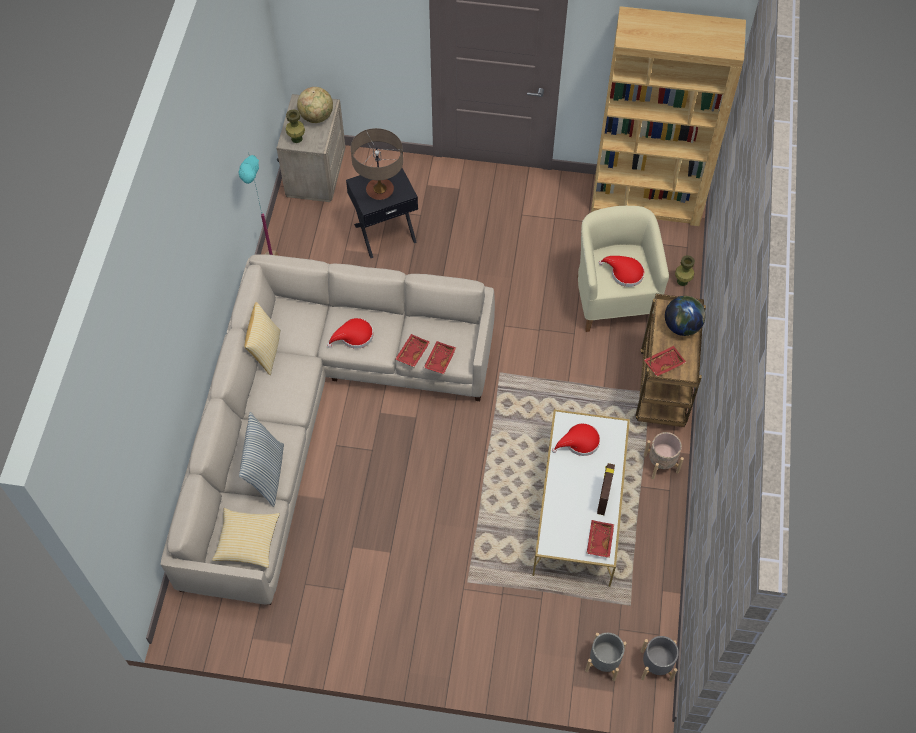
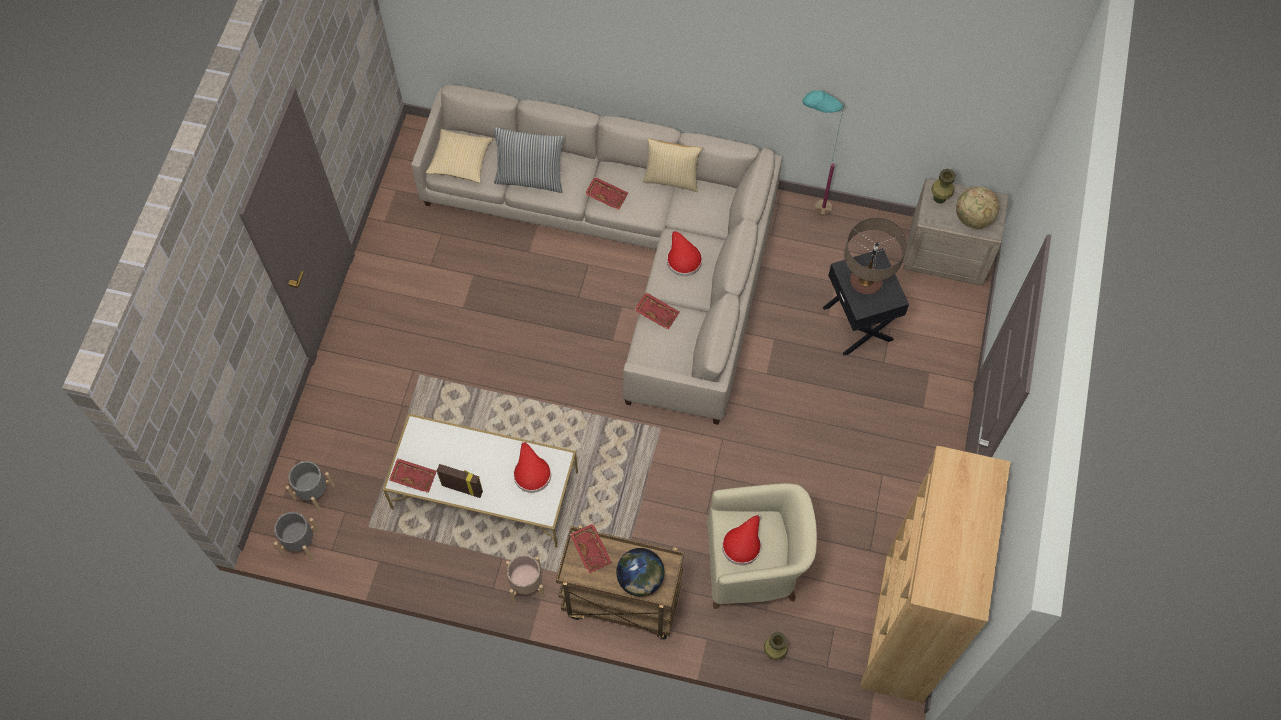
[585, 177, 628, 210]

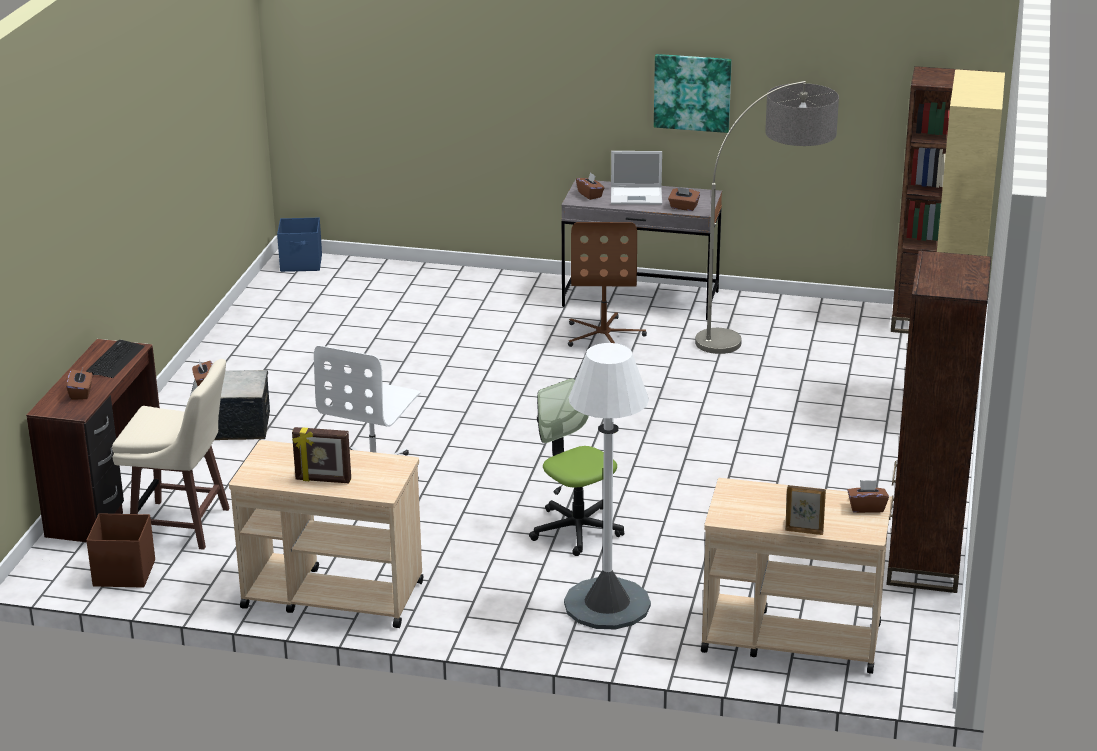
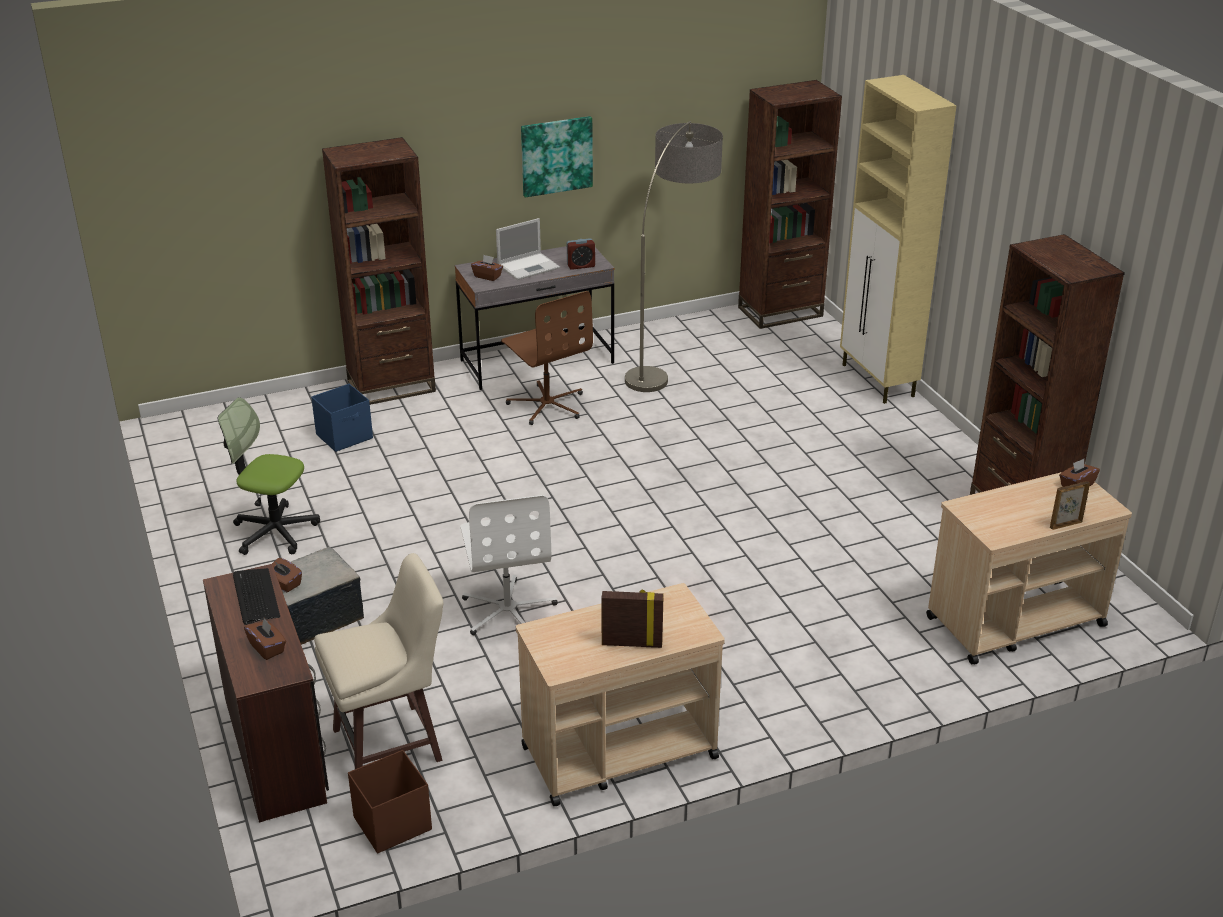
[567, 238, 595, 270]
[311, 384, 373, 452]
[564, 343, 651, 629] (first image)
[218, 397, 320, 555]
[601, 589, 664, 648]
[322, 137, 436, 405]

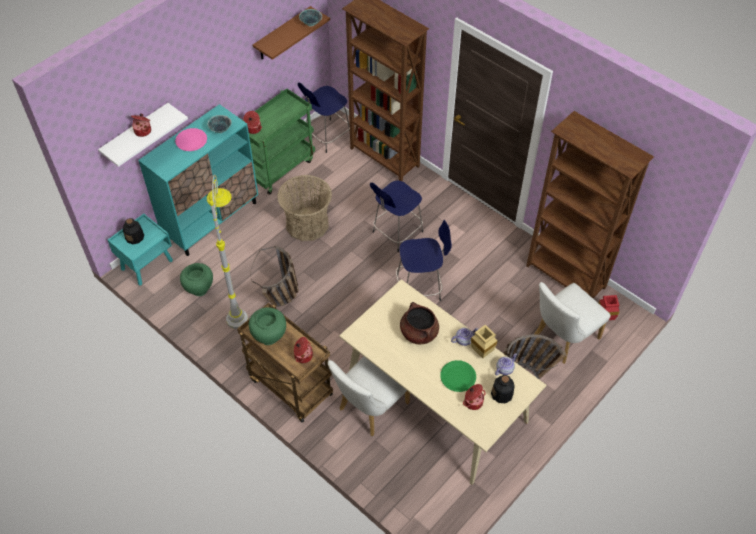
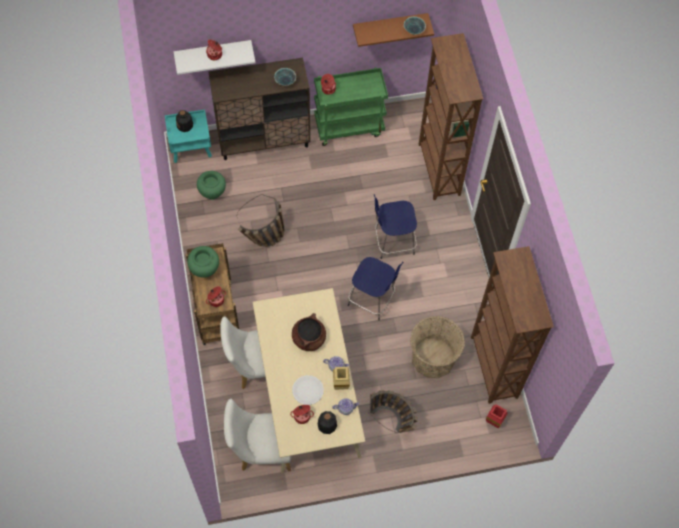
[298, 83, 350, 153] (first image)
[208, 58, 310, 160]
[175, 128, 207, 151] (first image)
[207, 175, 248, 329] (first image)
[410, 316, 465, 378]
[224, 399, 291, 471]
[292, 375, 324, 405]

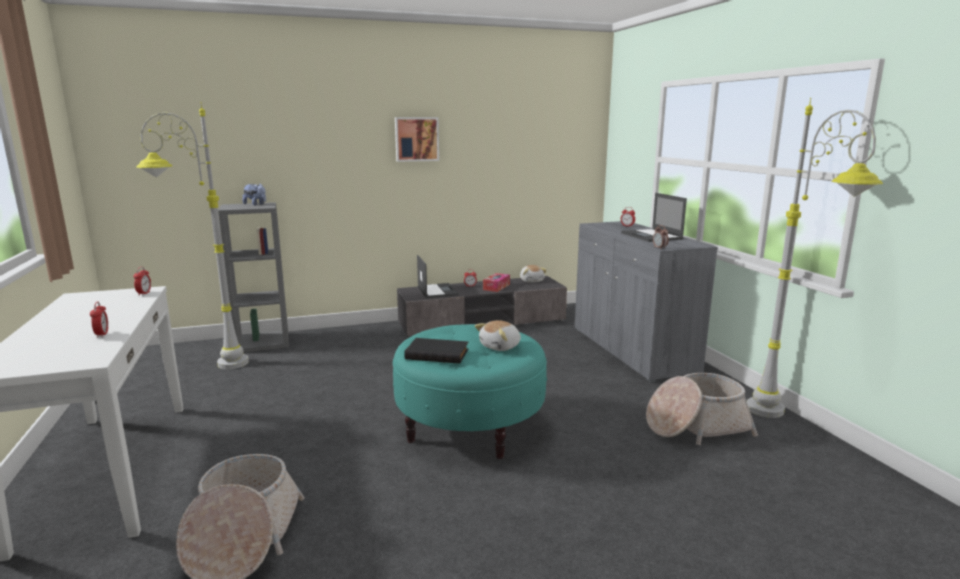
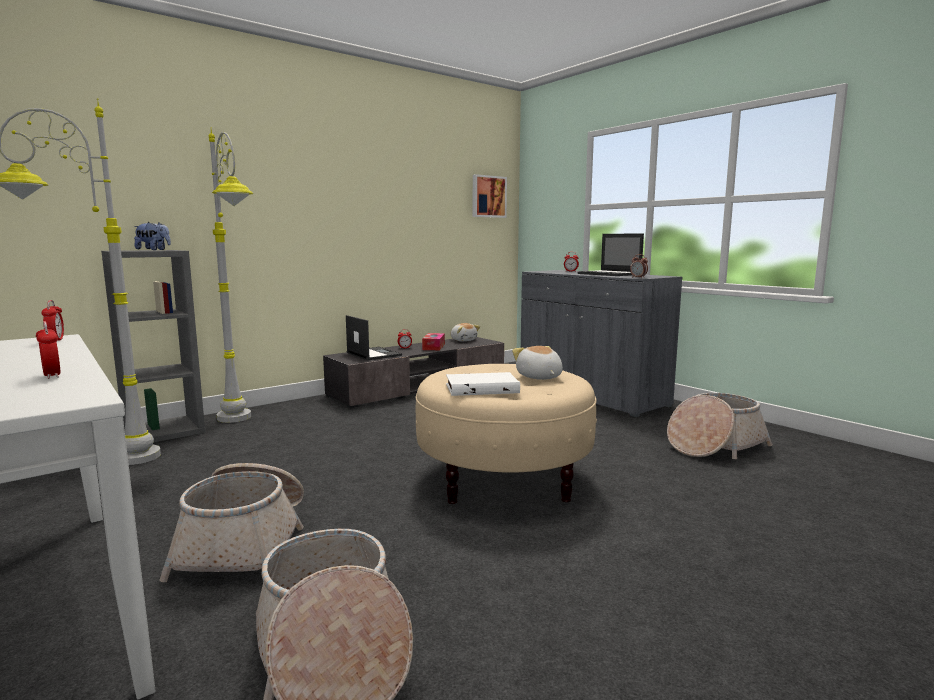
[209, 127, 254, 423]
[473, 174, 507, 218]
[512, 346, 563, 380]
[416, 364, 597, 504]
[446, 372, 520, 396]
[159, 463, 304, 582]

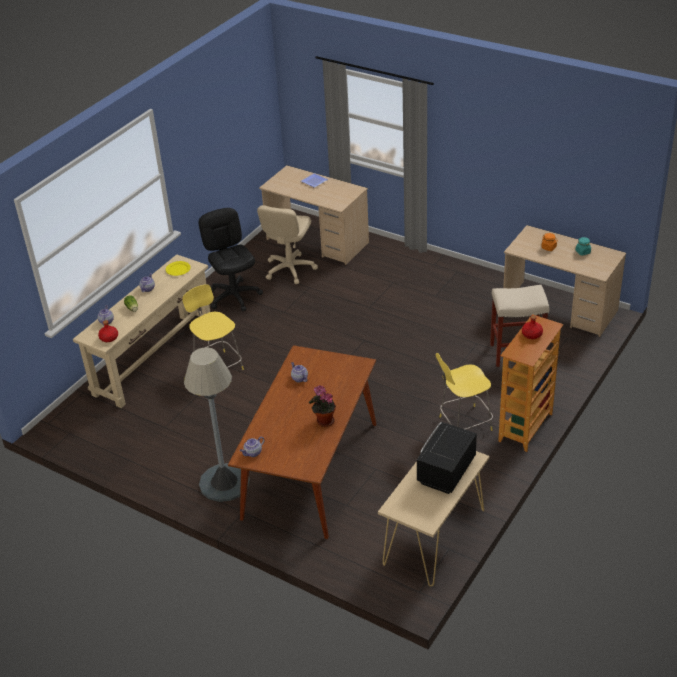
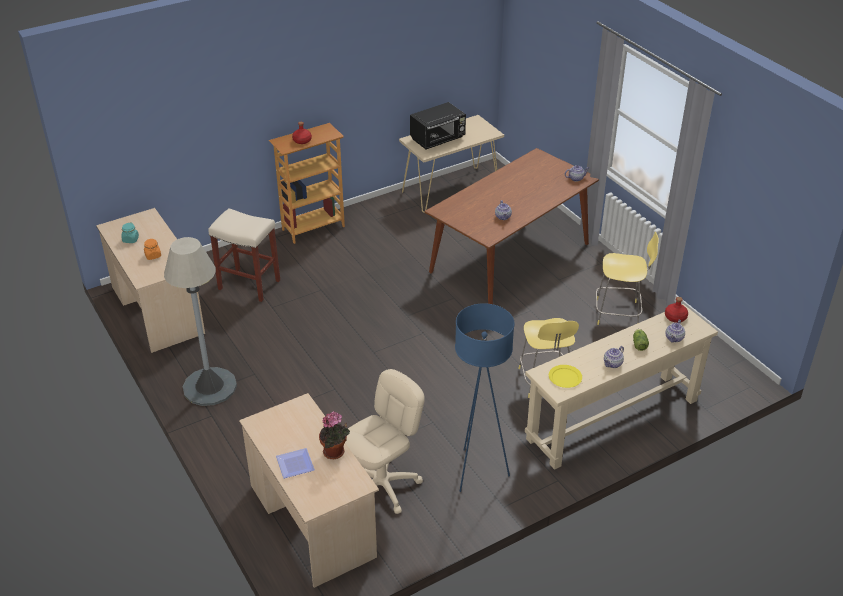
[455, 303, 515, 492]
[164, 237, 237, 406]
[596, 232, 659, 325]
[319, 411, 350, 459]

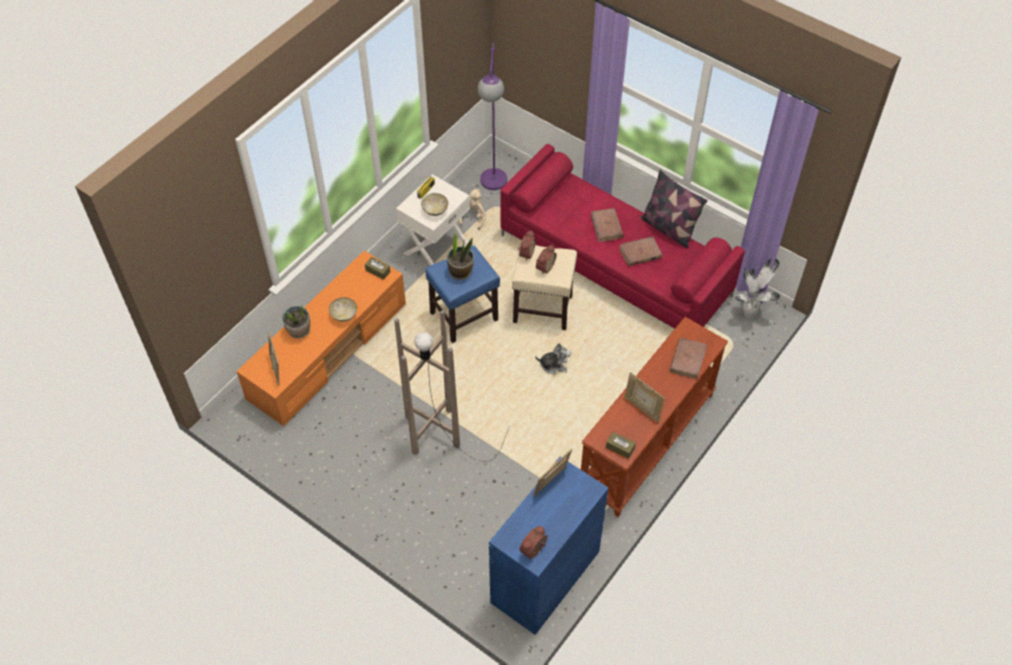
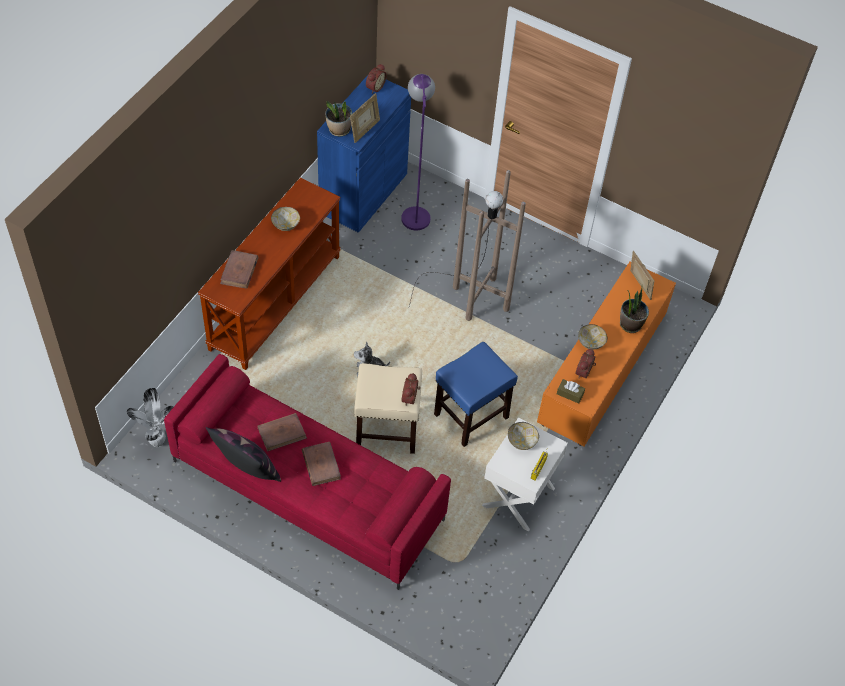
[401, 74, 435, 231]
[458, 189, 486, 230] (first image)
[325, 101, 352, 136]
[575, 348, 596, 378]
[271, 207, 300, 231]
[606, 432, 636, 459] (first image)

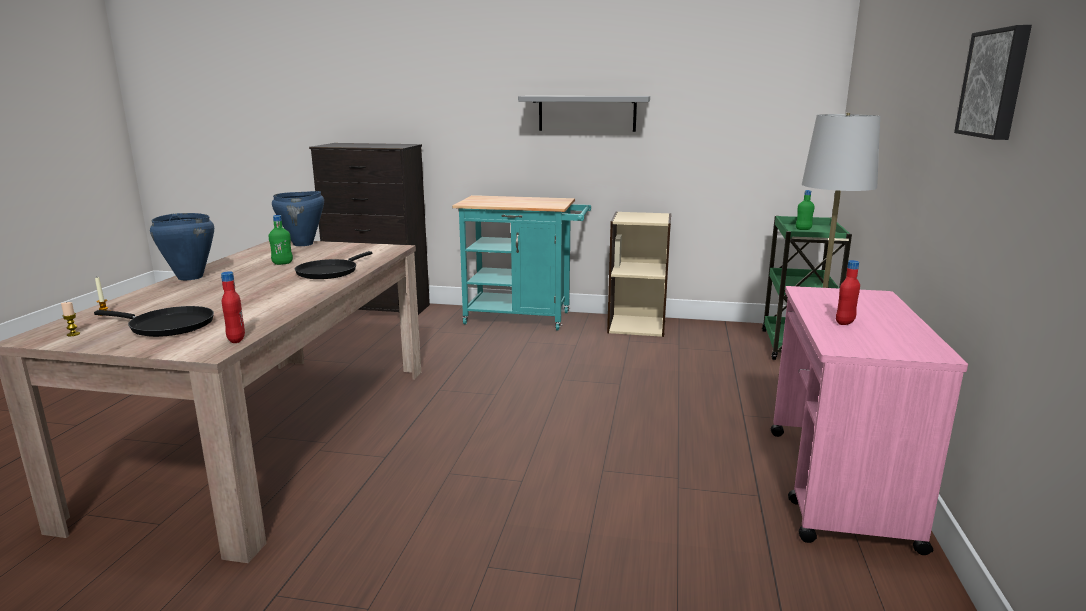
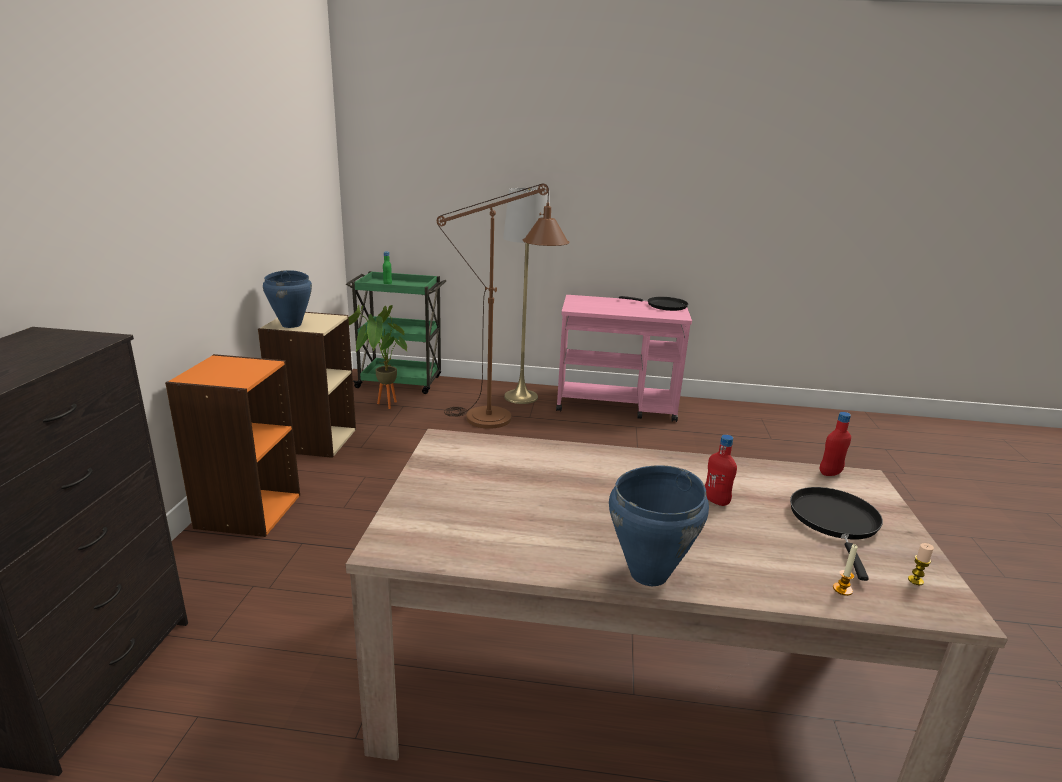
[954, 25, 1032, 140] (first image)
[518, 96, 650, 132] (first image)
[263, 270, 312, 328]
[165, 354, 300, 537]
[269, 215, 293, 265] (first image)
[619, 296, 688, 311]
[705, 435, 737, 506]
[437, 184, 569, 428]
[348, 305, 407, 409]

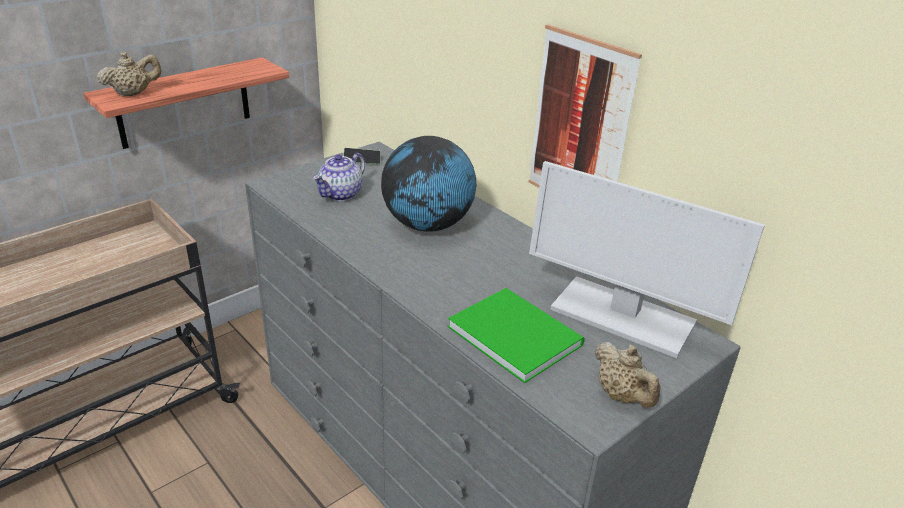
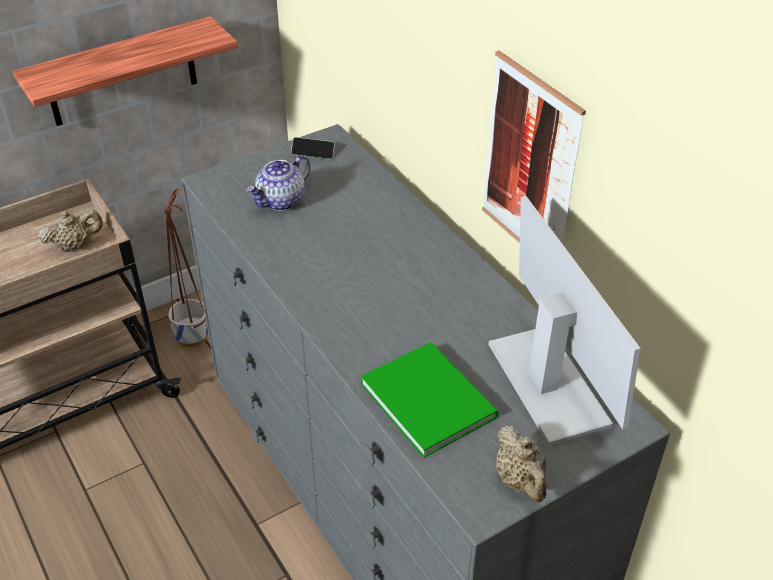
[38, 209, 103, 252]
[381, 136, 476, 232] (first image)
[489, 196, 641, 446]
[165, 188, 208, 347]

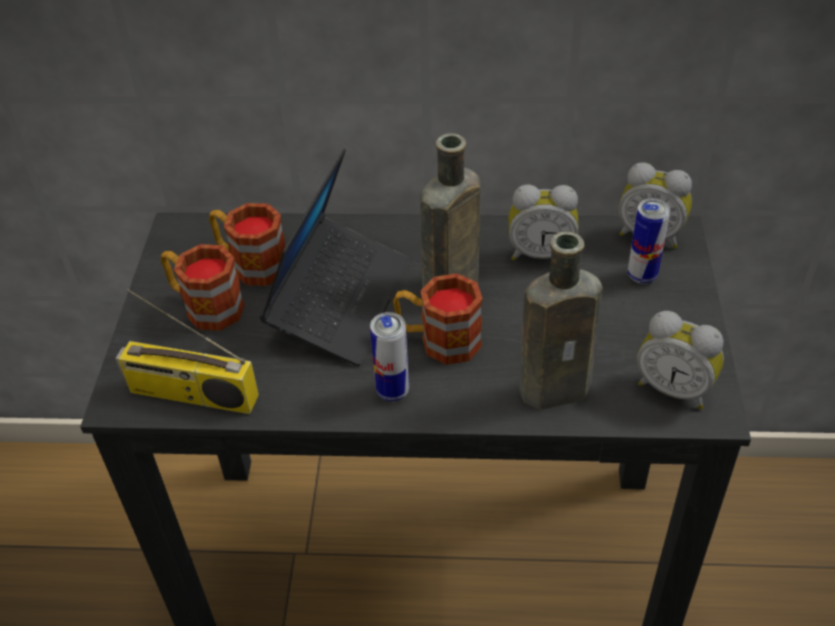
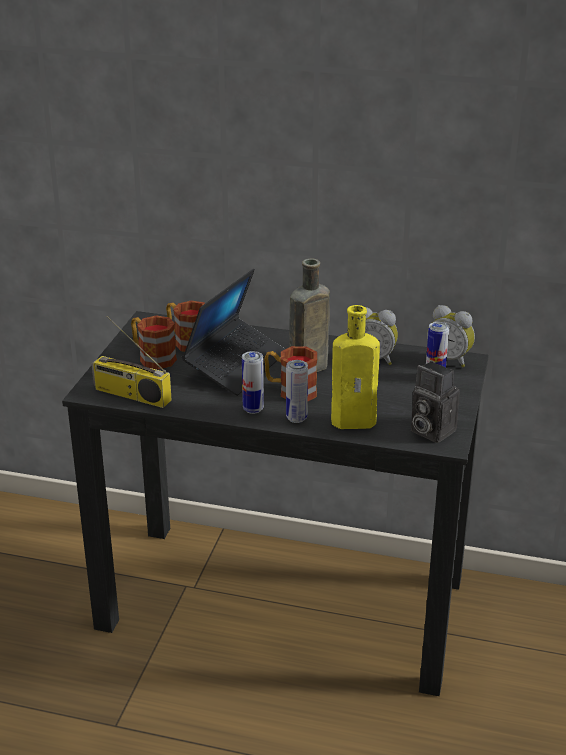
[331, 305, 380, 429]
[411, 361, 460, 443]
[286, 360, 308, 423]

